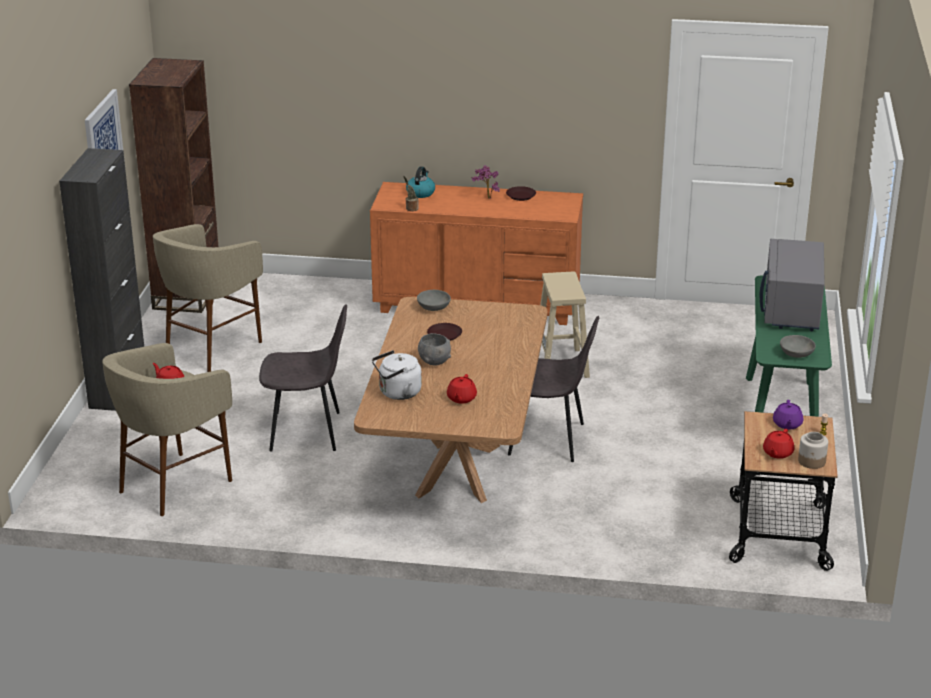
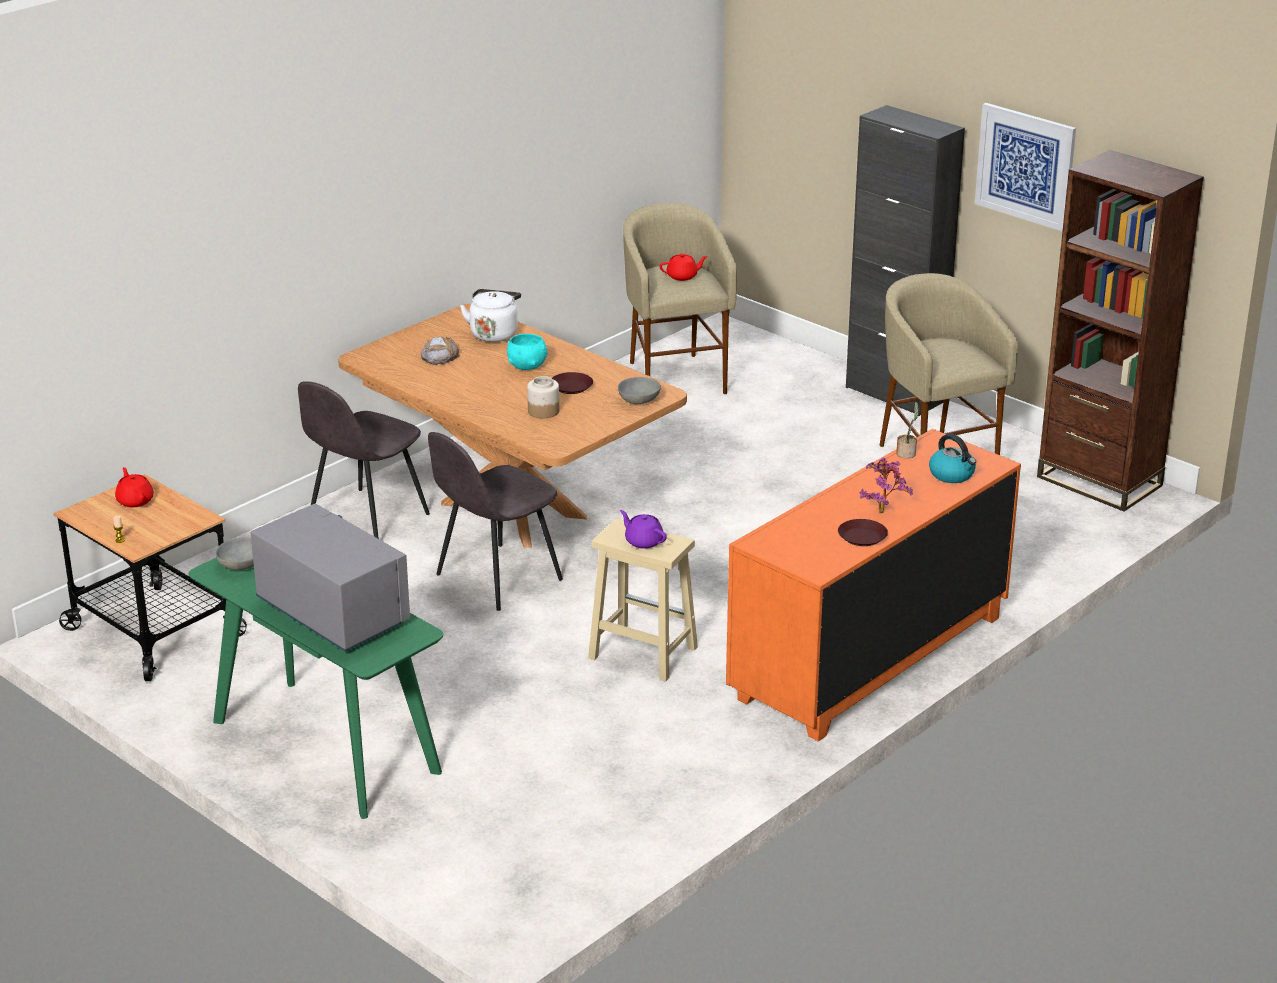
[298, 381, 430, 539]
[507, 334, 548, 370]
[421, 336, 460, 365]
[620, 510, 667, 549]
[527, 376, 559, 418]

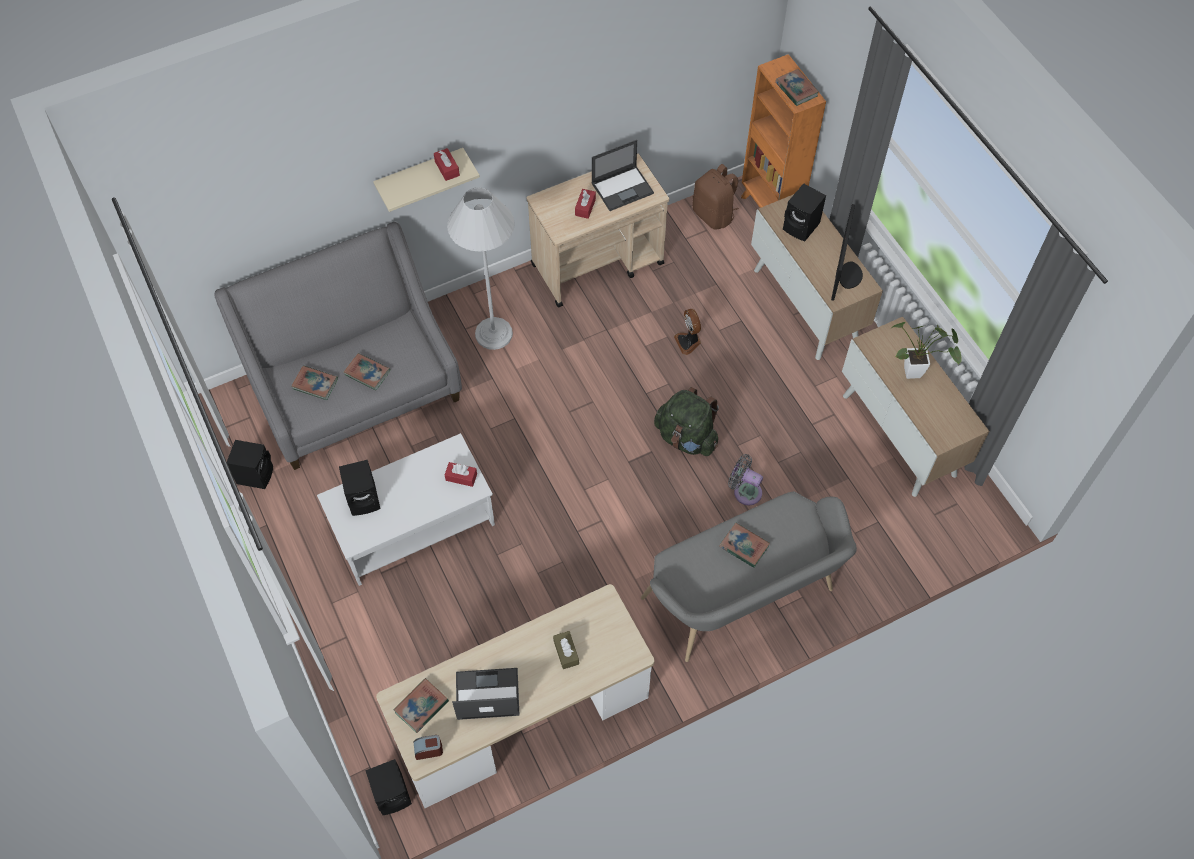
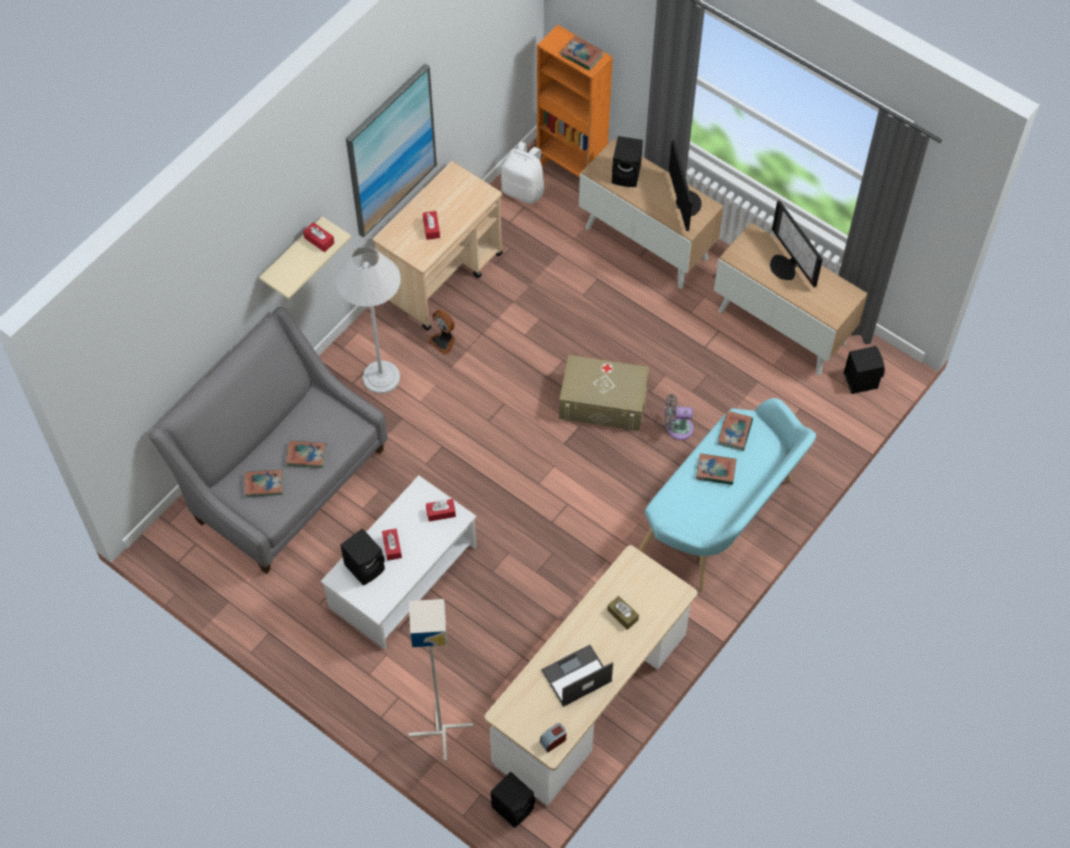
[592, 140, 654, 211] (first image)
[501, 141, 544, 204]
[428, 310, 456, 354]
[770, 200, 823, 287]
[559, 355, 649, 431]
[844, 346, 885, 394]
[638, 398, 816, 592]
[718, 411, 753, 451]
[346, 64, 437, 238]
[382, 529, 402, 561]
[409, 599, 473, 761]

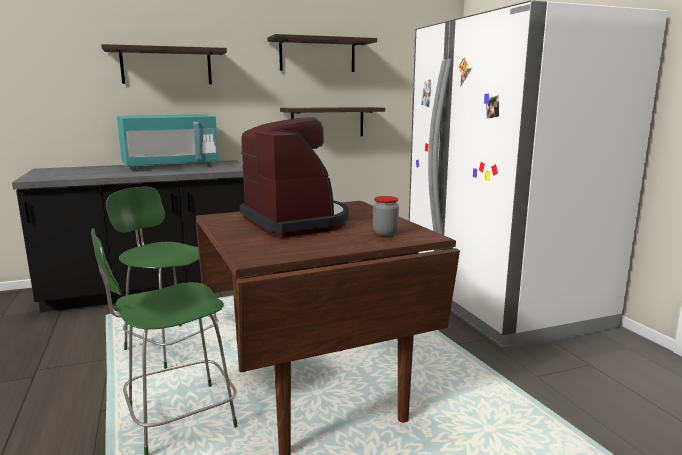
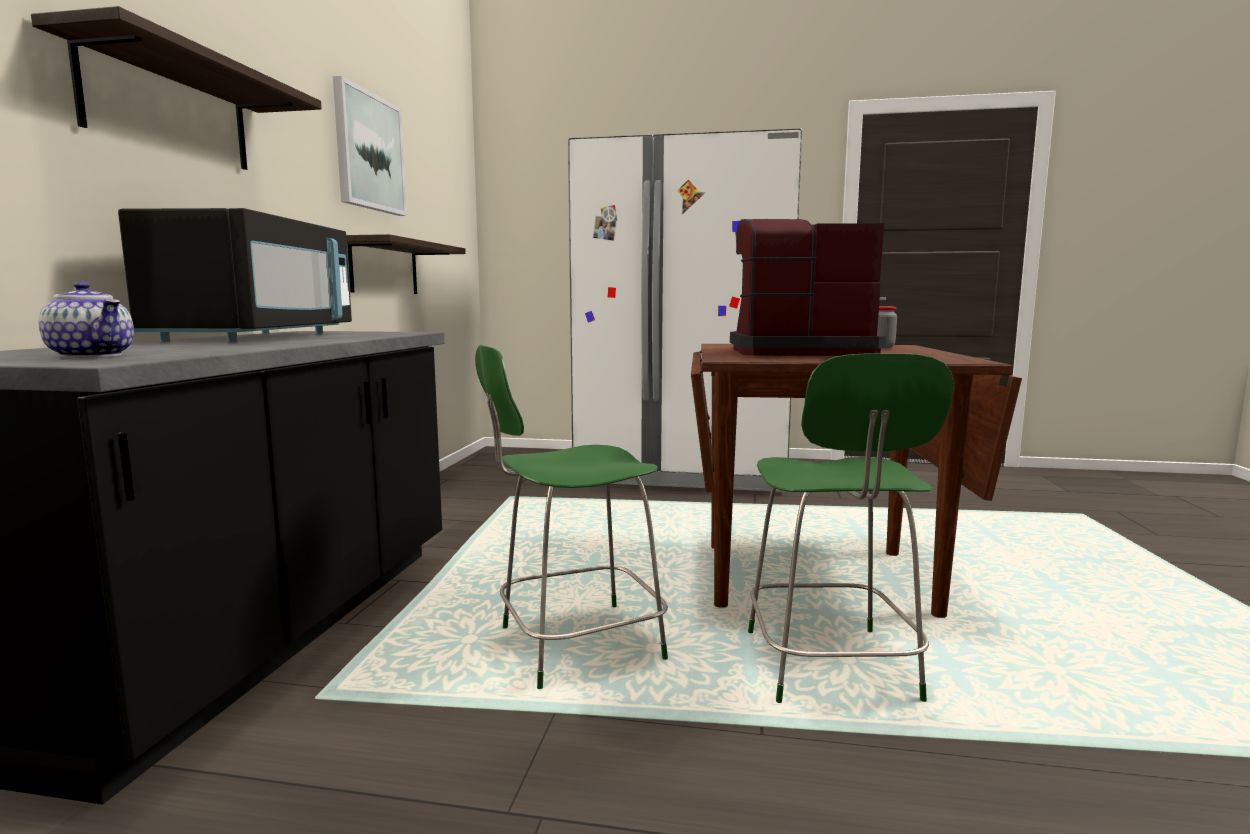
[333, 76, 407, 216]
[118, 208, 352, 342]
[38, 282, 134, 358]

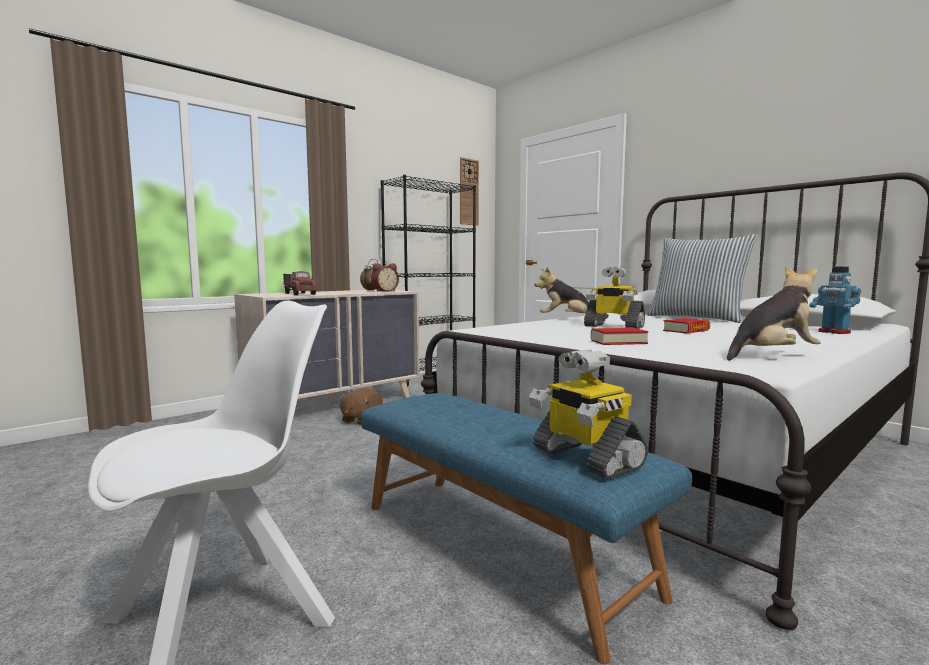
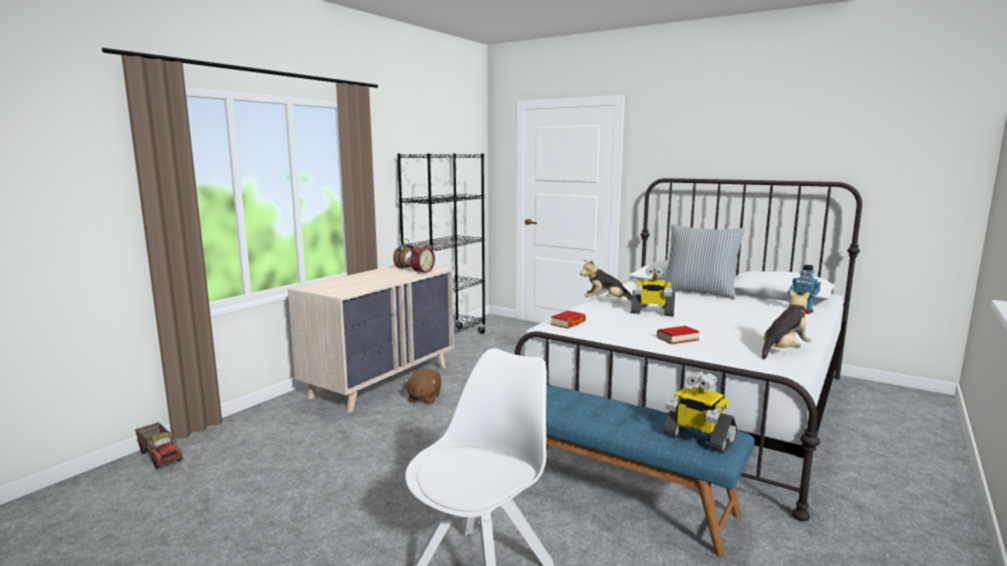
[460, 157, 479, 226] (first image)
[135, 422, 183, 469]
[551, 311, 586, 329]

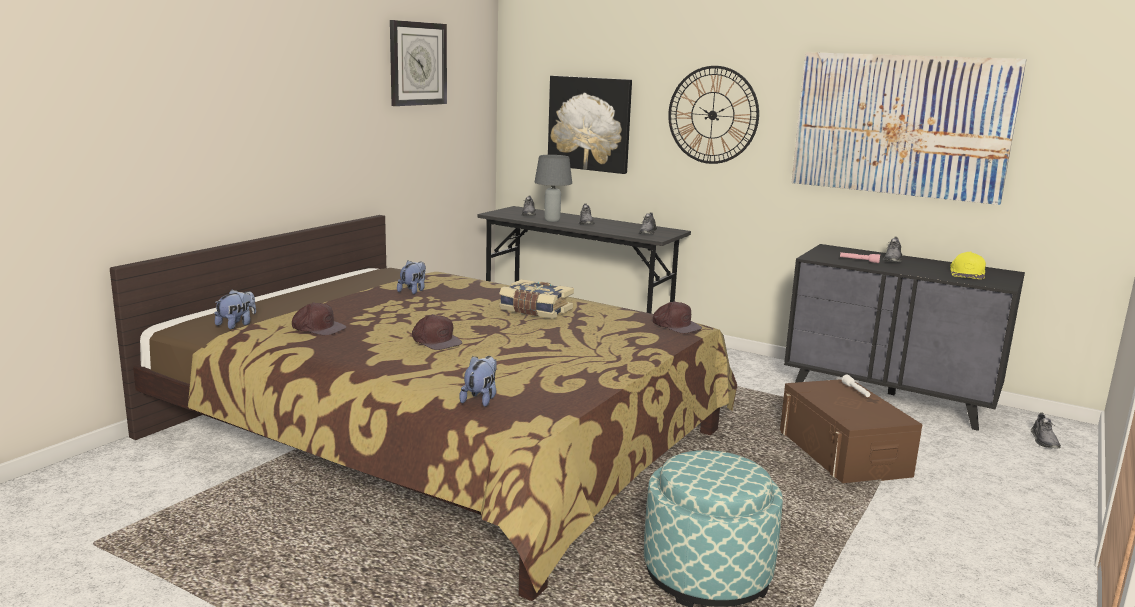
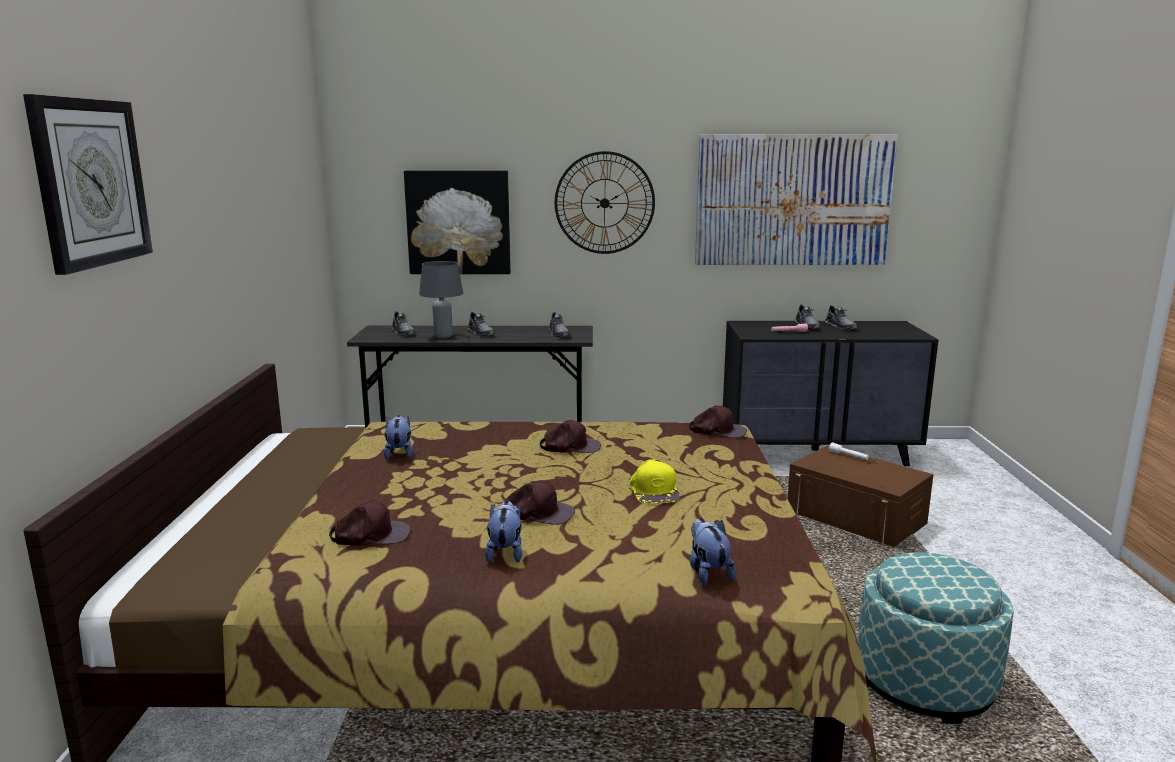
[23, 94, 153, 275]
[630, 459, 680, 504]
[540, 420, 601, 453]
[485, 500, 522, 562]
[825, 305, 858, 330]

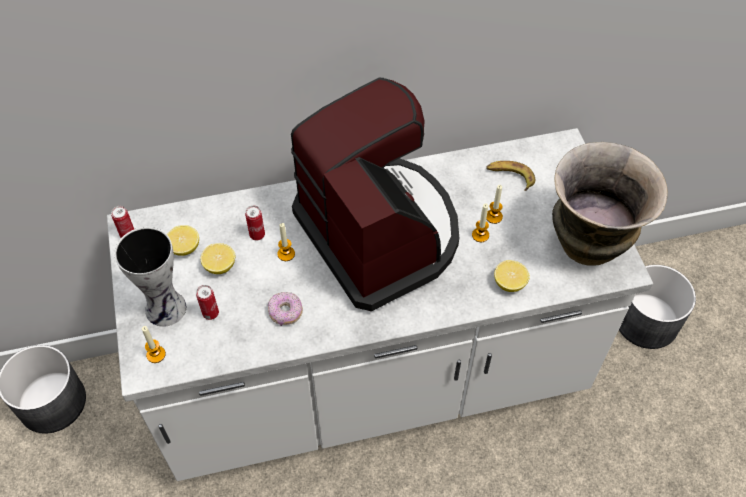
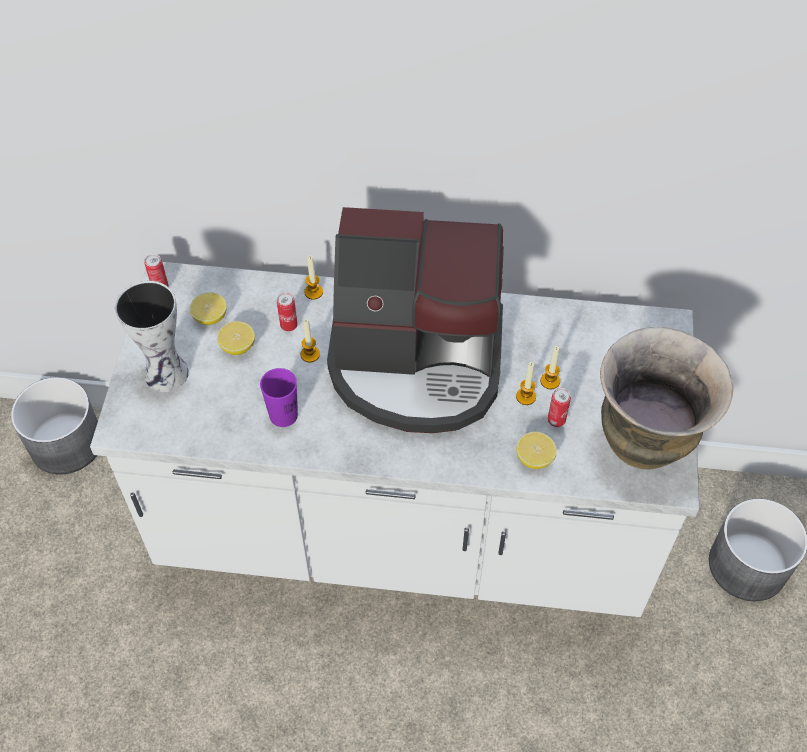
[327, 207, 504, 433]
[486, 161, 535, 191] (first image)
[548, 388, 571, 427]
[260, 368, 298, 427]
[304, 255, 323, 299]

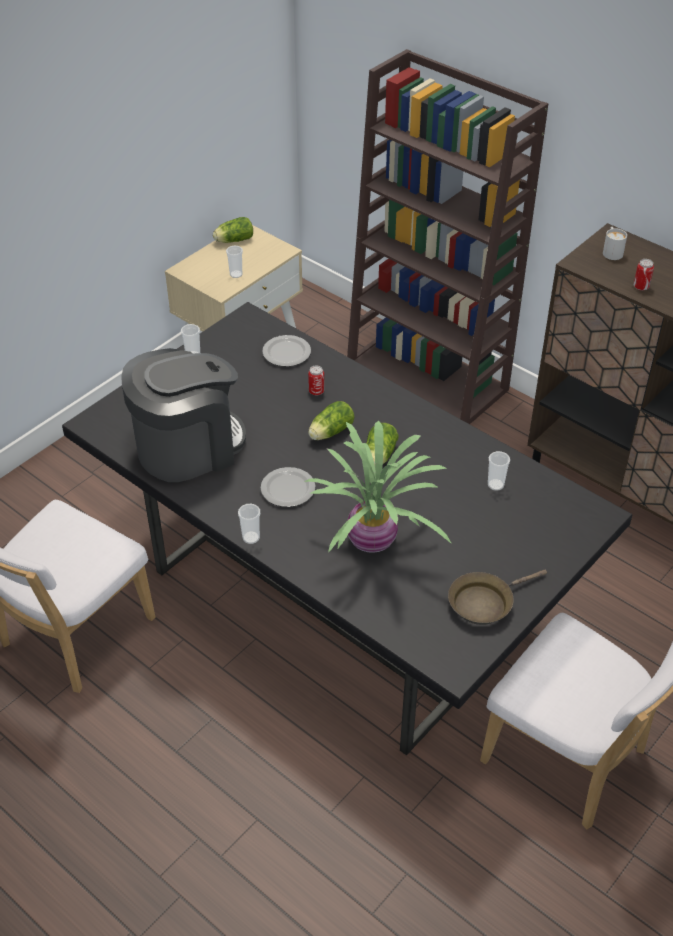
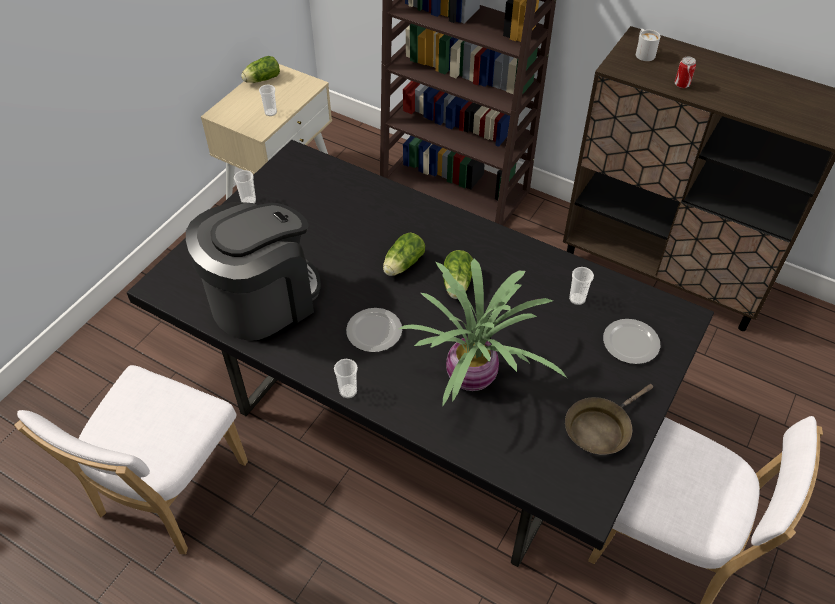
[603, 319, 660, 364]
[308, 365, 324, 396] (first image)

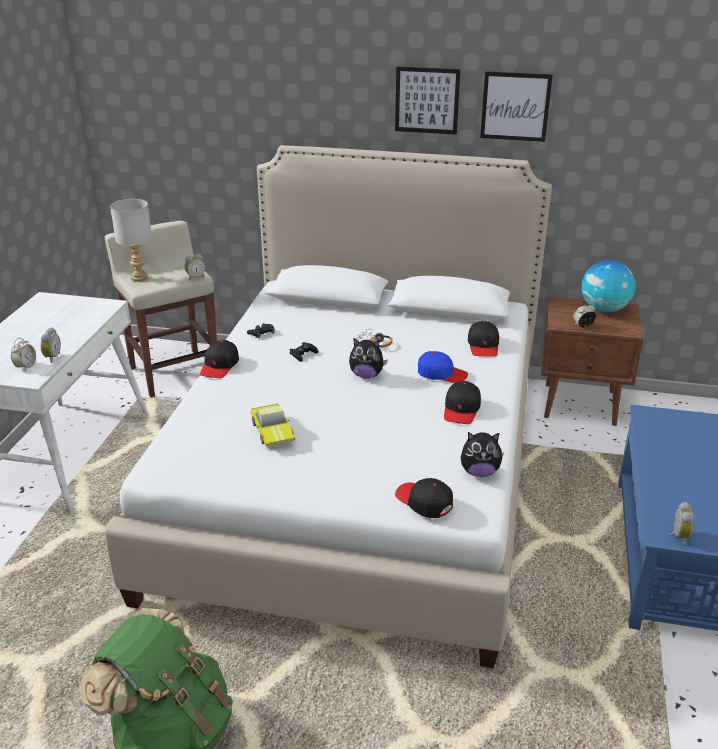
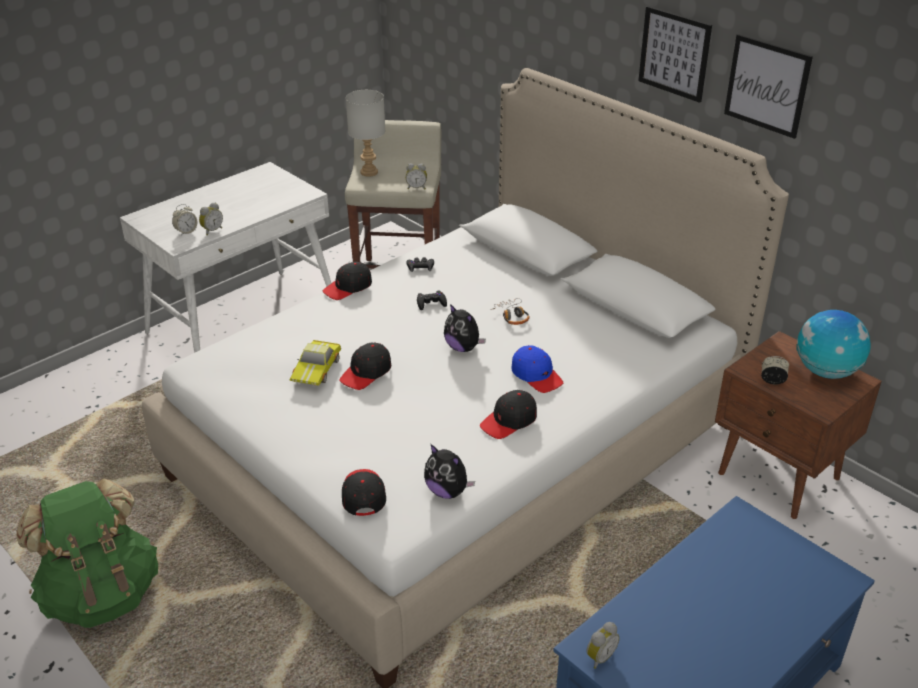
[339, 343, 391, 390]

